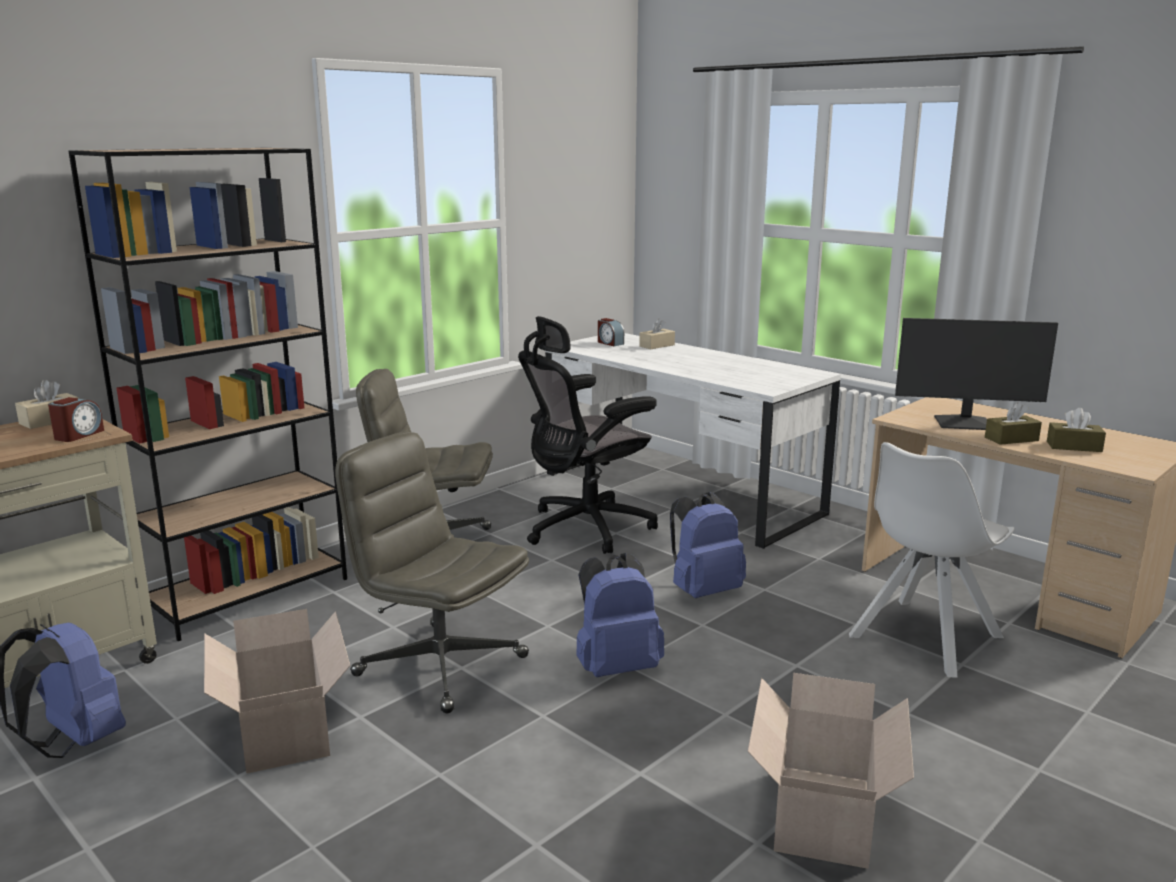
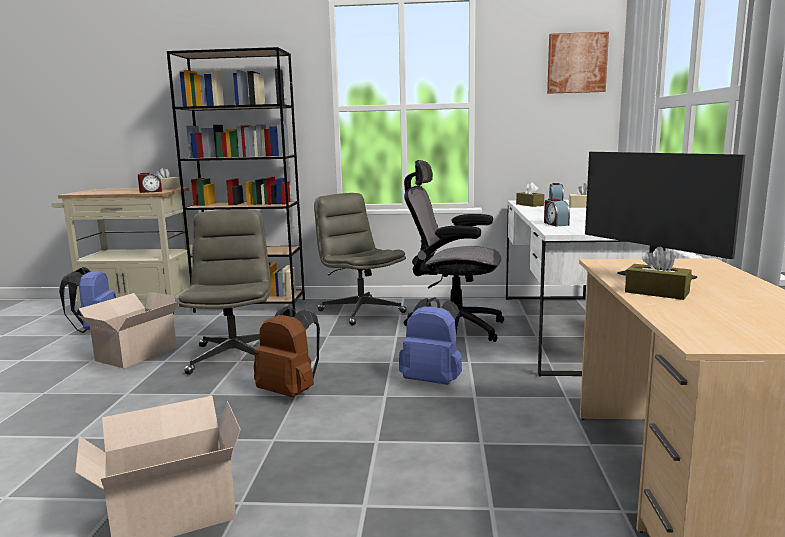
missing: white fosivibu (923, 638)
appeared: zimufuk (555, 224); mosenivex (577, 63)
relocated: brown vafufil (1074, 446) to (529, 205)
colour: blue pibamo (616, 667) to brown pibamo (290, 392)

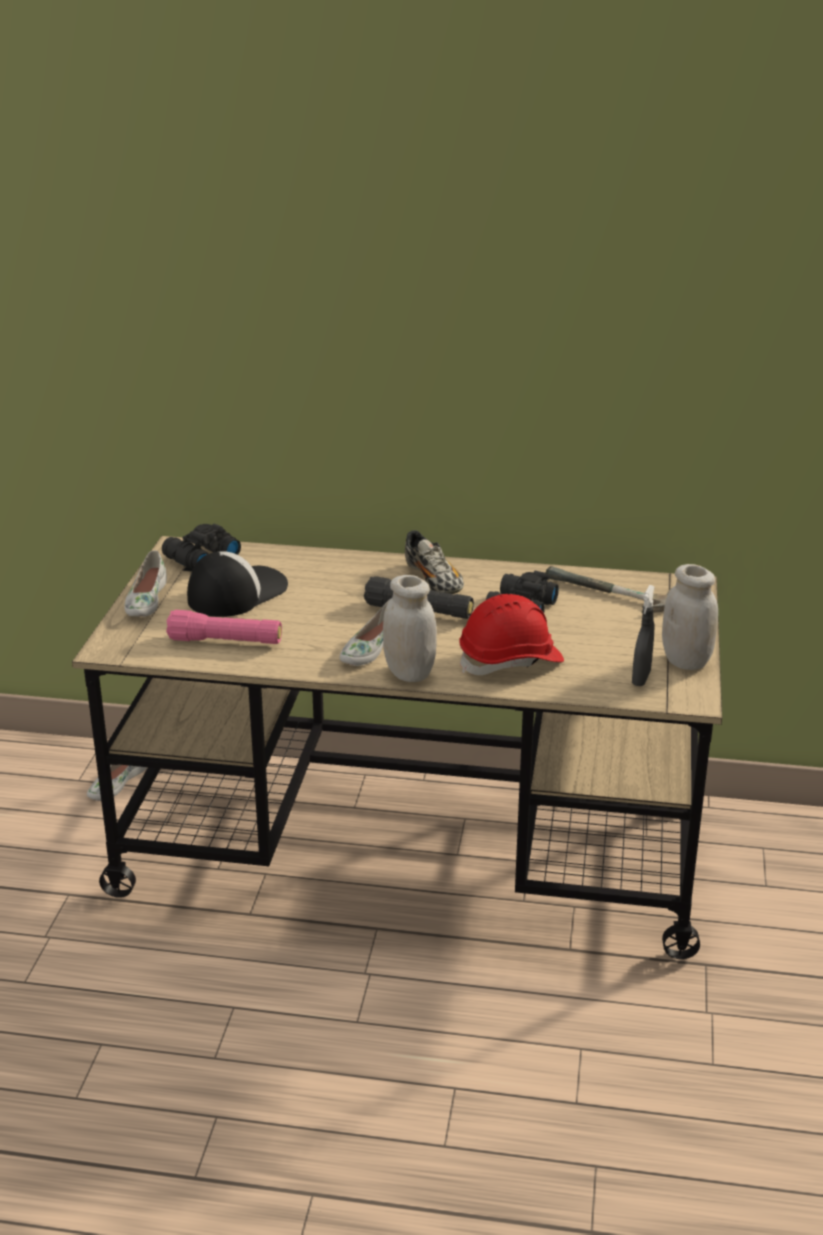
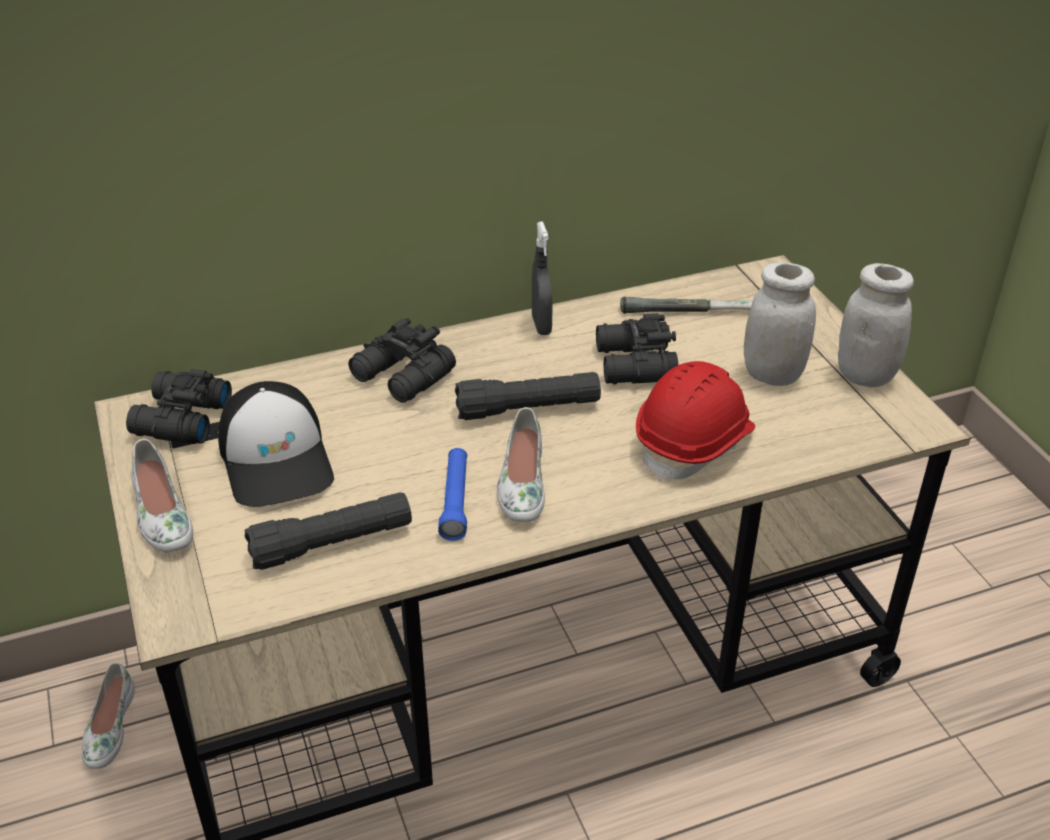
missing: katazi (434, 582)
appeared: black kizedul (403, 377); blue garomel (455, 501)
relocated: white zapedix (409, 673) to (772, 375); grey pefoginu (641, 678) to (541, 325)
colour: pink garomel (225, 641) to black garomel (332, 544)
spun: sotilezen (236, 592) = (277, 459) 150 degrees clockwise

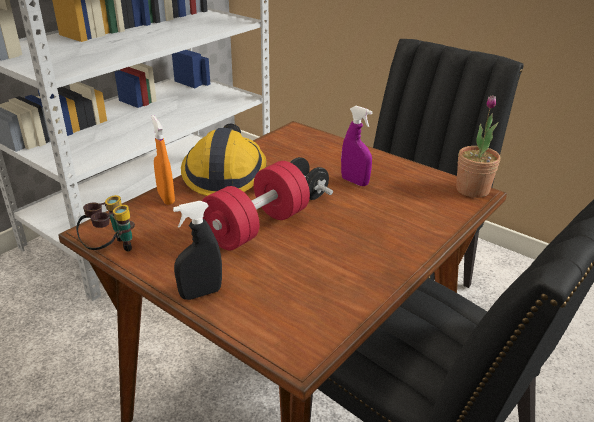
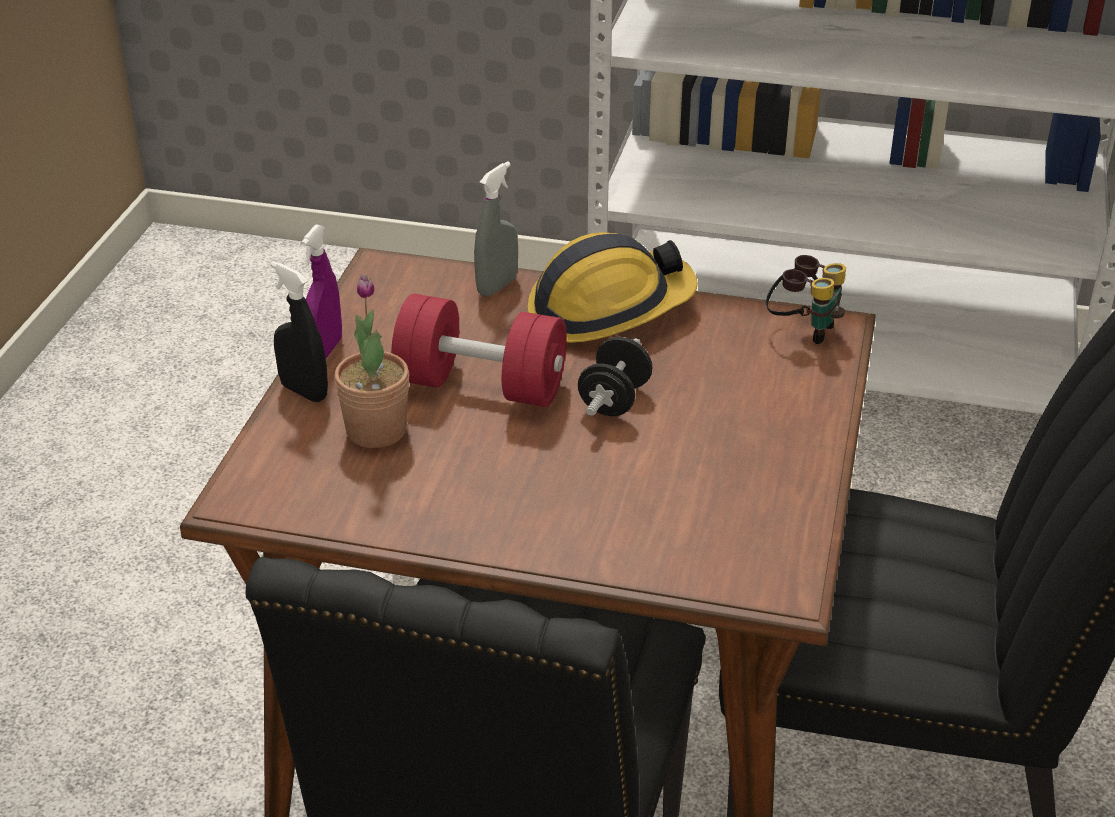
relocated: kizedul (110, 249) to (803, 329); purple pefoginu (354, 182) to (325, 350); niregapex (472, 190) to (376, 430)
colour: orange pefoginu (166, 198) to grey pefoginu (497, 286)

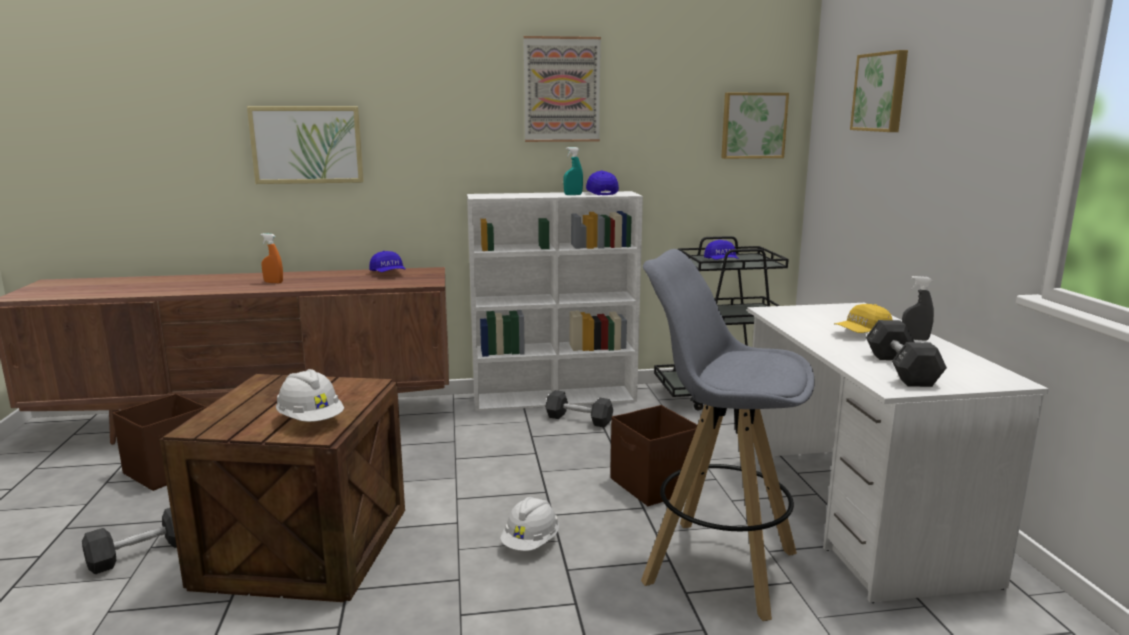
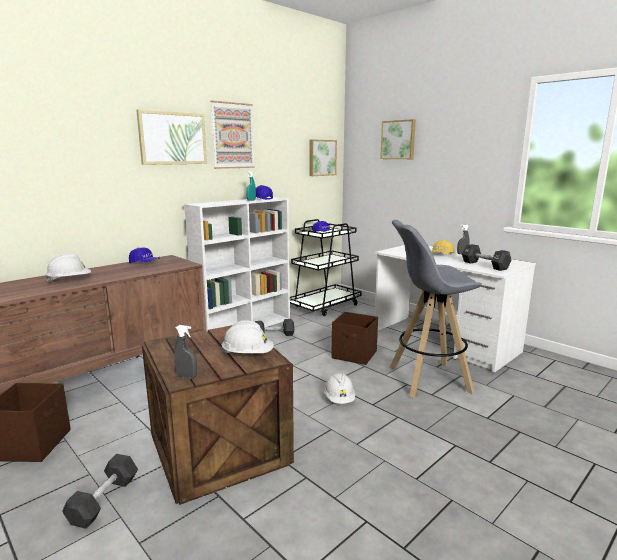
appeared: grey pefoginu (186, 376)
relocated: mosenivex (307, 145) to (172, 138)
exchanged: orange pefoginu (273, 282) to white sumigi (70, 280)

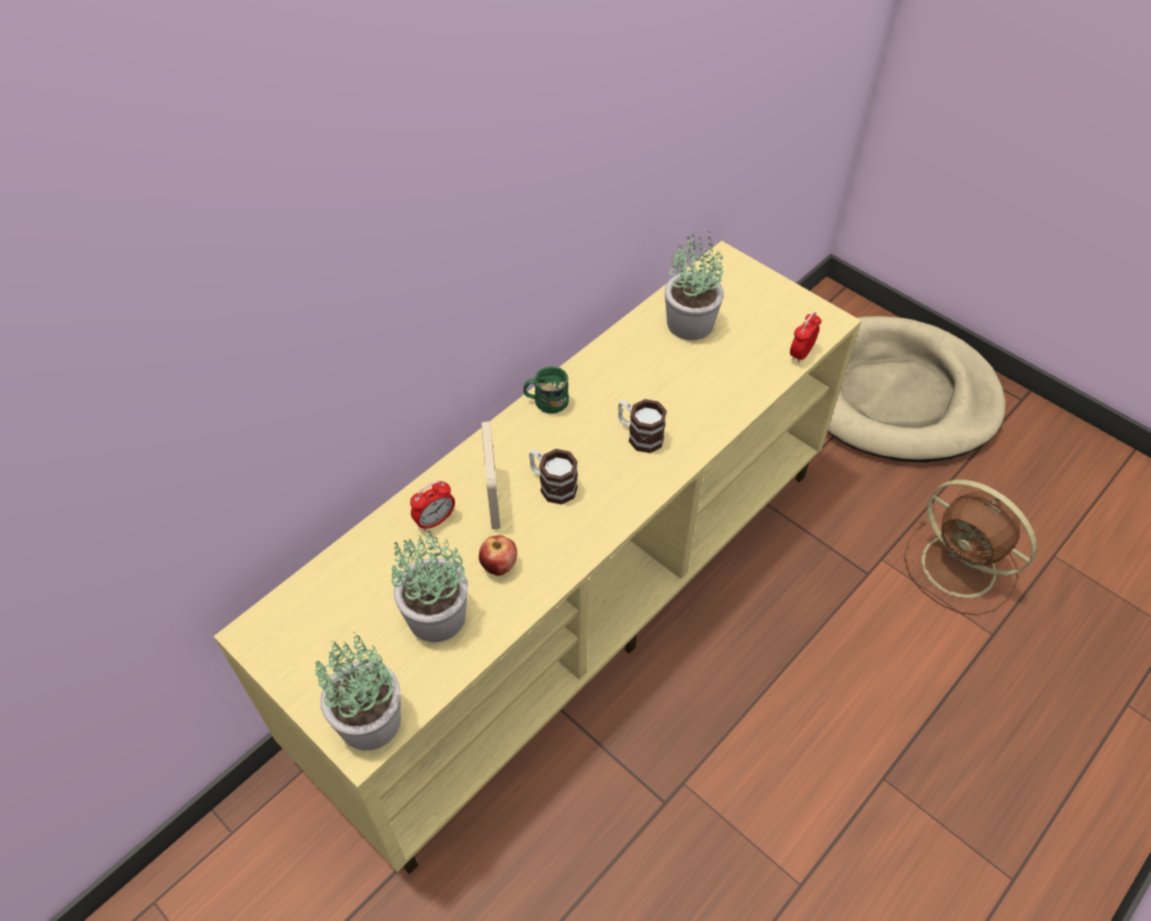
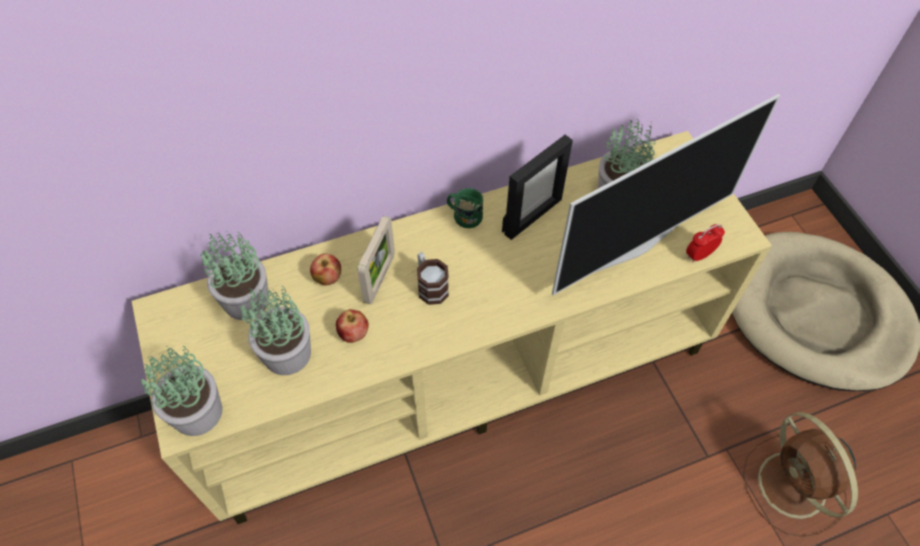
missing: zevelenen (639, 435)
appeared: niregapex (246, 301); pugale (532, 215); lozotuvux (635, 246)
exchanged: zimufuk (435, 520) to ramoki (328, 278)

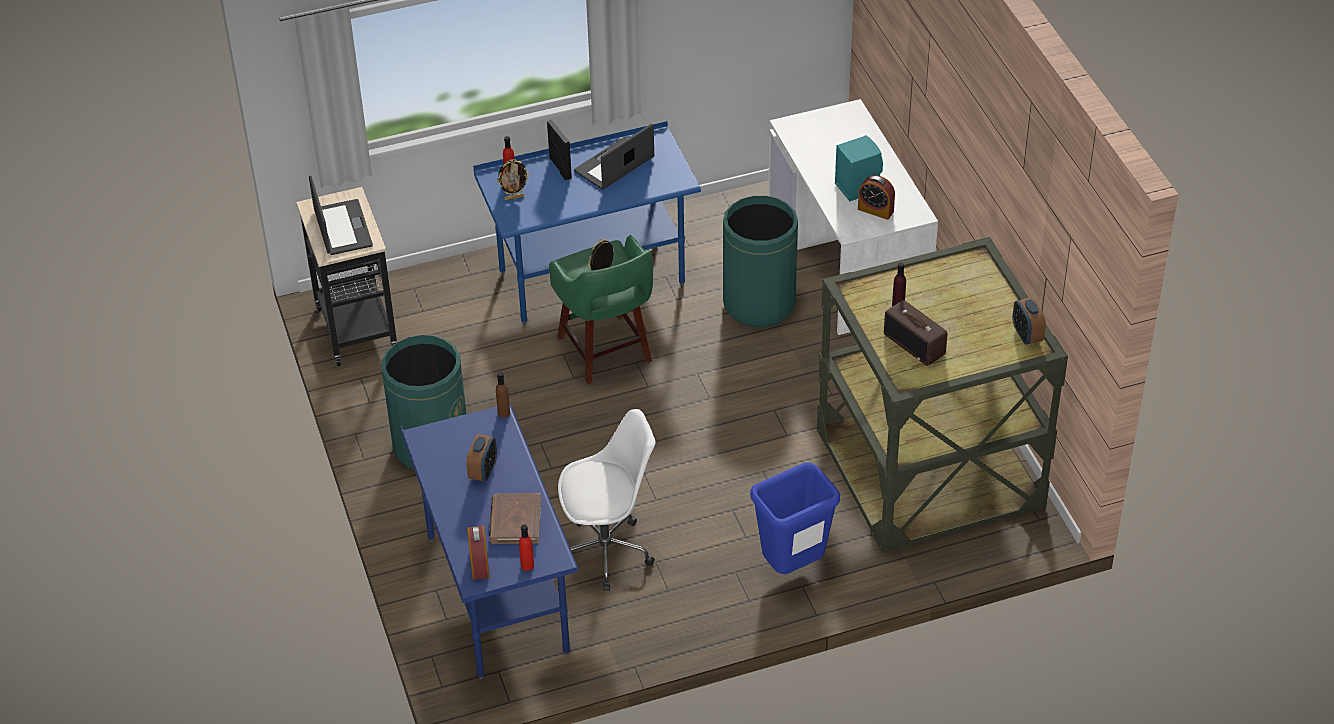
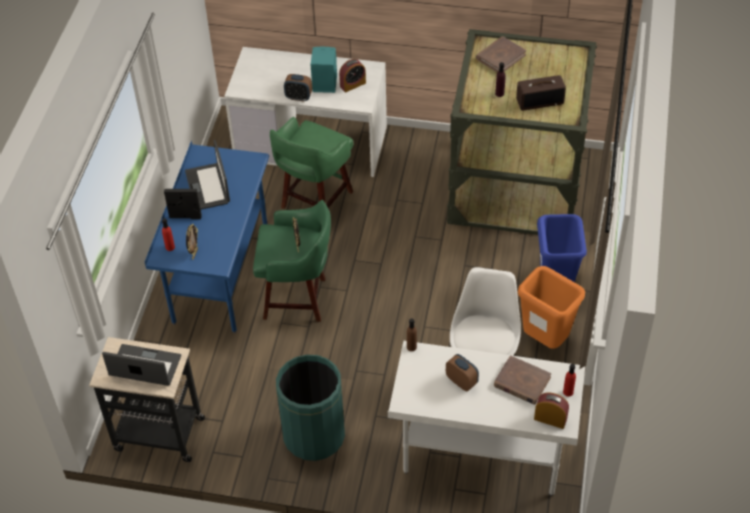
appeared: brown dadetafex (500, 57); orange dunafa (545, 341)
relocated: zimufuk (1026, 335) to (298, 97)
exchanged: green dunafa (759, 303) to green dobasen (315, 202)
colour: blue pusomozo (496, 596) to white pusomozo (482, 455)

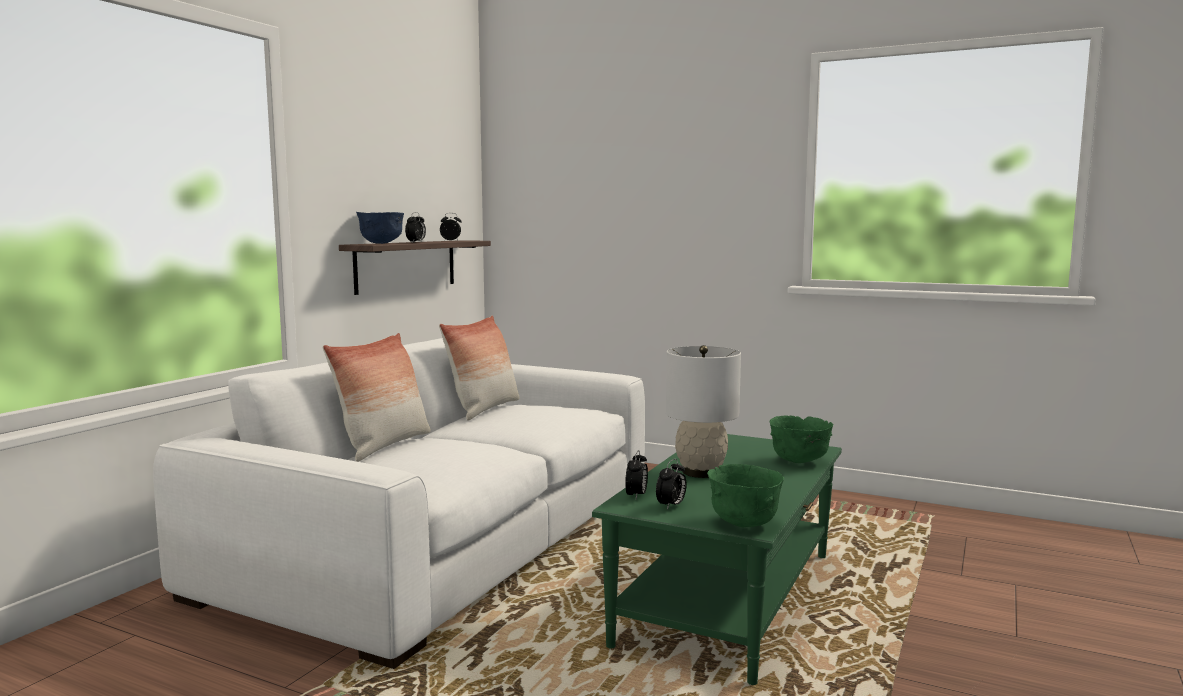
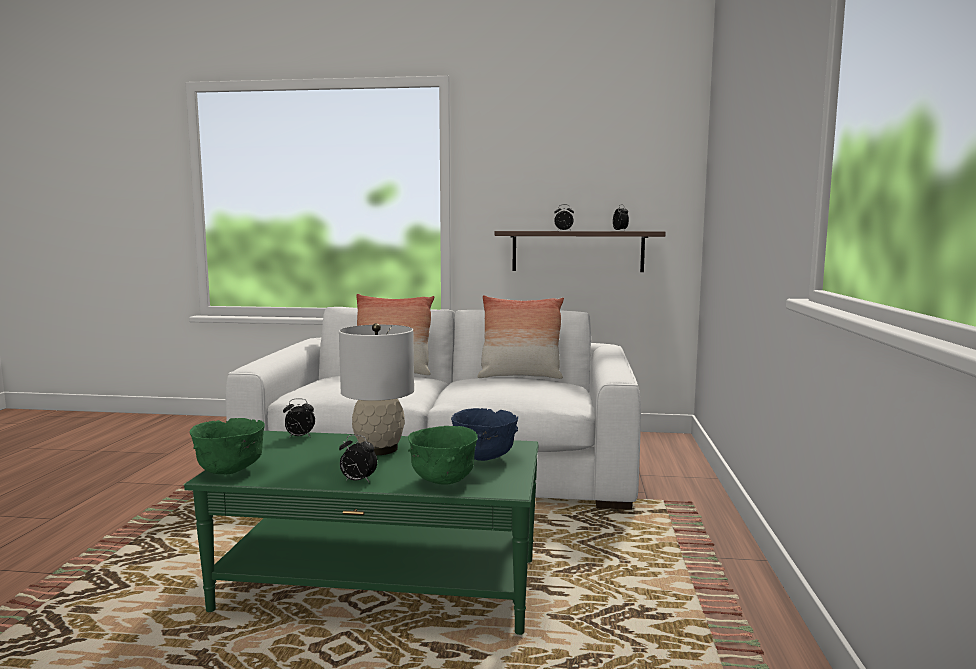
relocated: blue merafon (381, 243) to (484, 458); zimufuk (671, 506) to (357, 481)

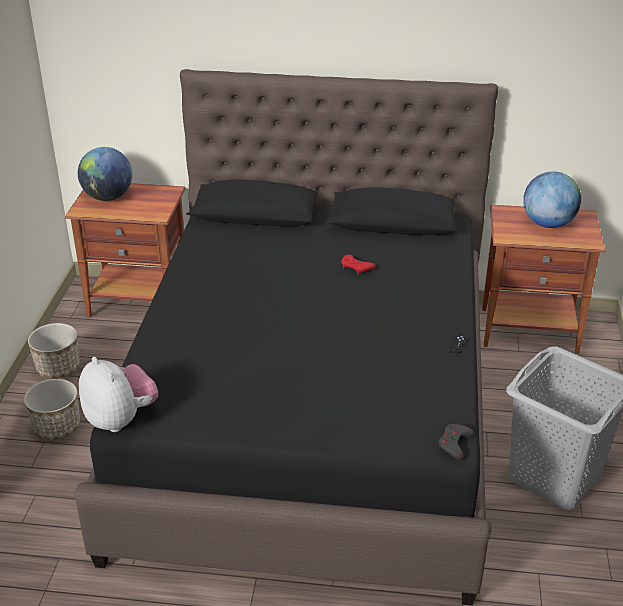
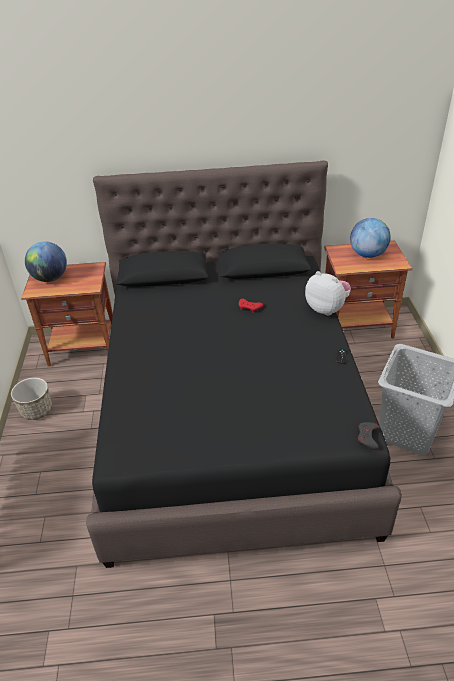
missing: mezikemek (57, 427)
relocated: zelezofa (121, 419) to (326, 308)

